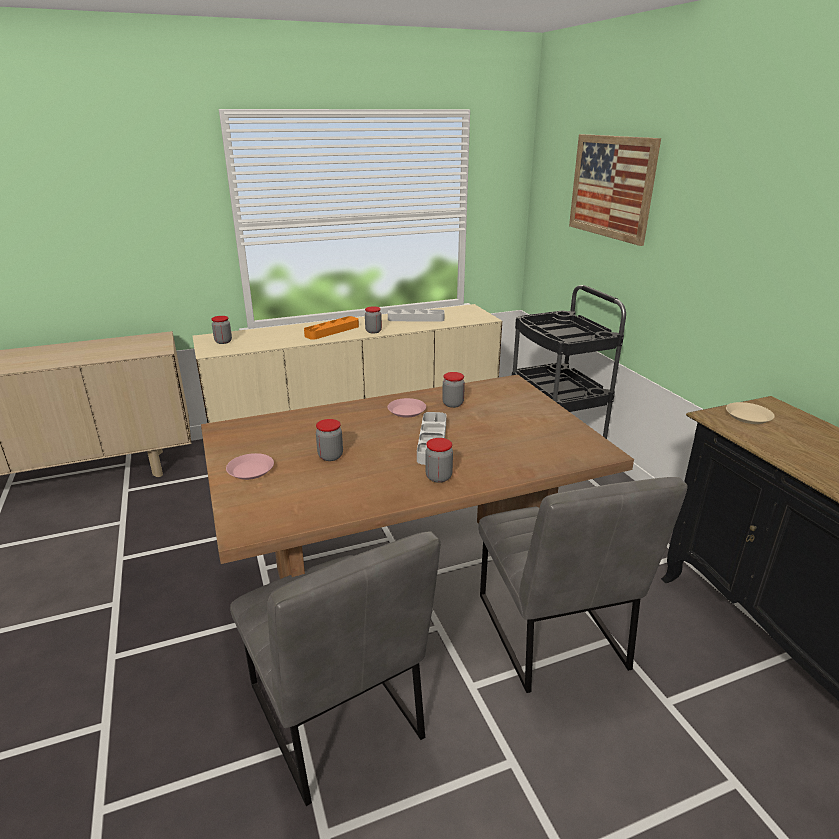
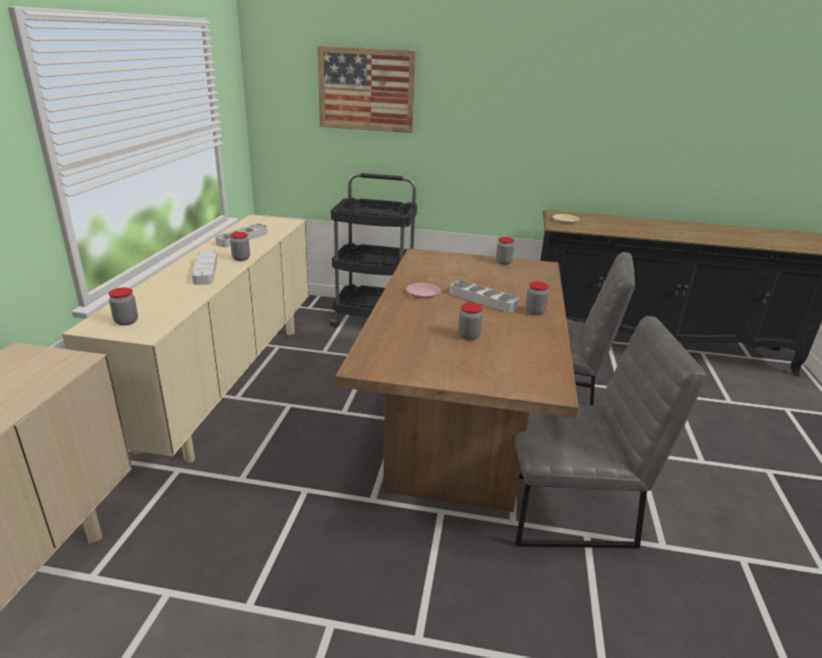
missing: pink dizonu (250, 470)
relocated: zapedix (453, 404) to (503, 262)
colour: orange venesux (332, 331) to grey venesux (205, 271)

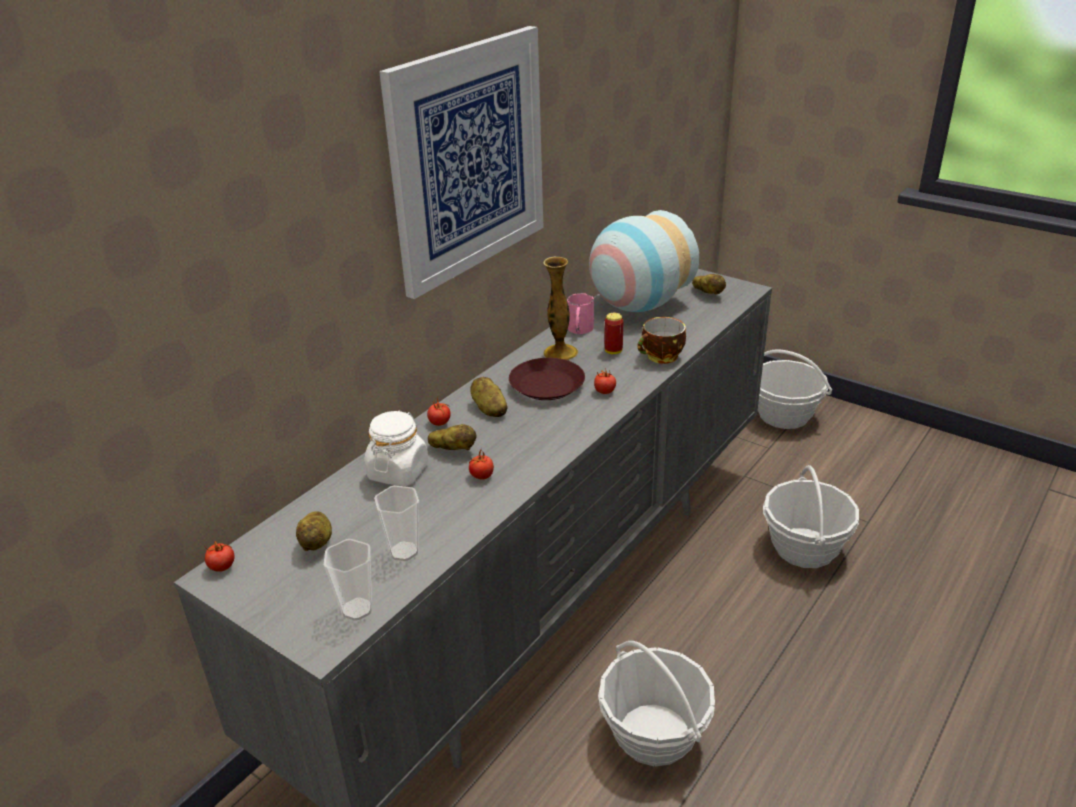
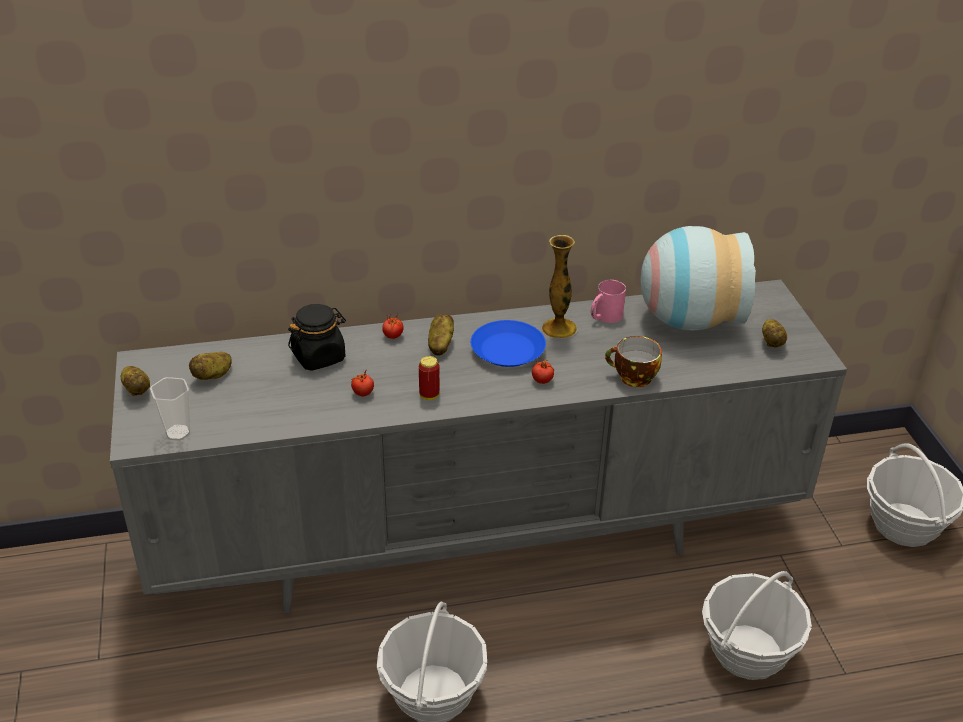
missing: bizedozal (222, 567); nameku (404, 551); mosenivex (468, 159)
relocated: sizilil (453, 449) to (137, 389); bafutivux (613, 351) to (429, 395)
colour: white zapedix (398, 471) to black zapedix (319, 356); brown dizonu (547, 385) to blue dizonu (508, 350)

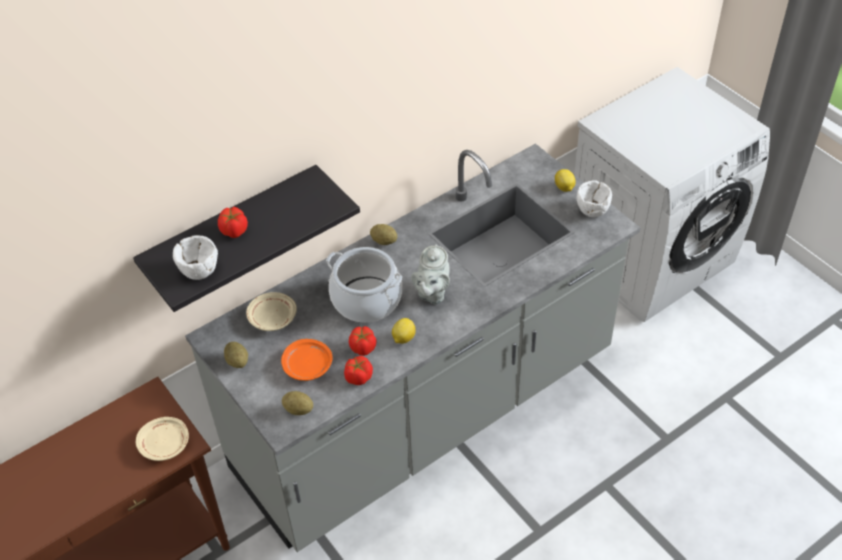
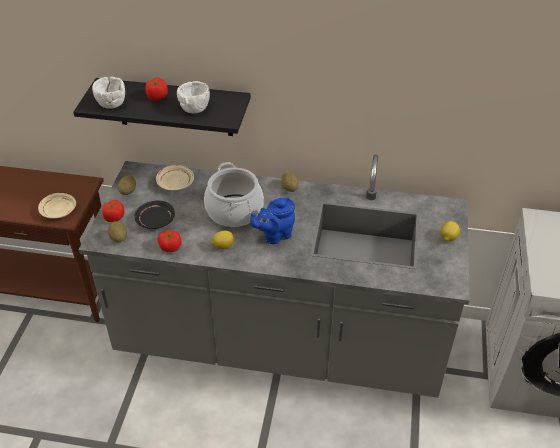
relocated: bizedozal (363, 348) to (114, 217); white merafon (592, 209) to (194, 108)
colour: orange dizonu (308, 366) to black dizonu (155, 220); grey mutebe (432, 293) to blue mutebe (274, 235)

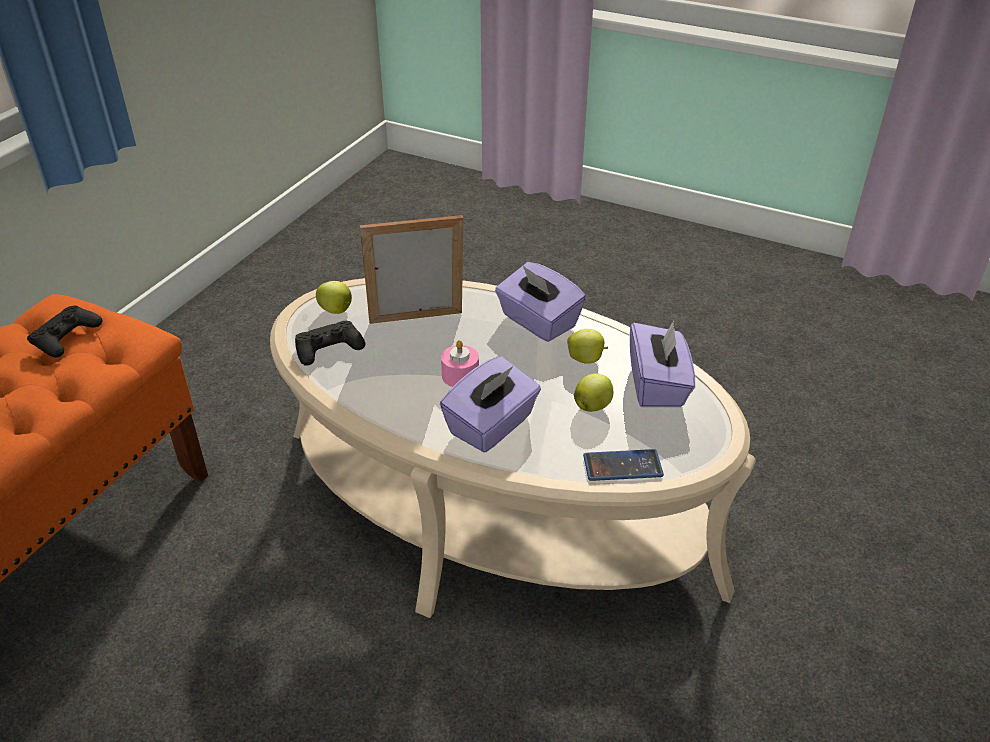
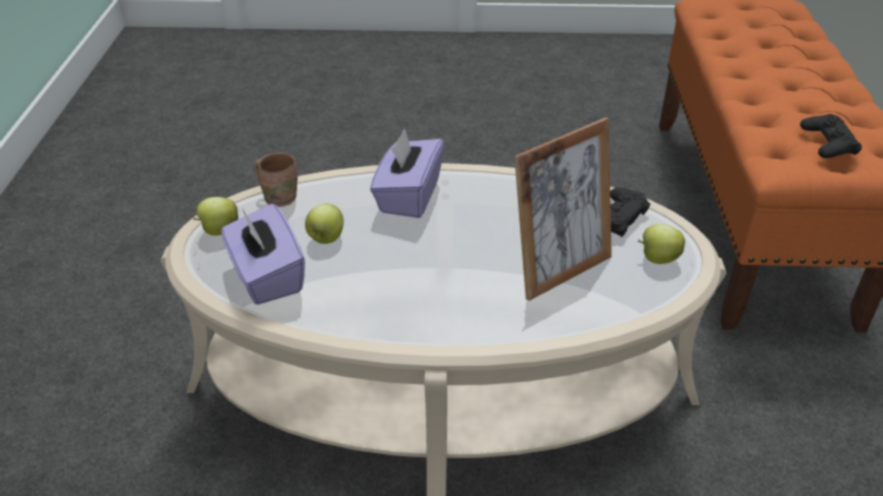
missing: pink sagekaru (460, 375); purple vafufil (538, 322)
relocated: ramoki (586, 360) to (219, 231)
exchanged: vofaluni (622, 466) to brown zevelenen (280, 197)

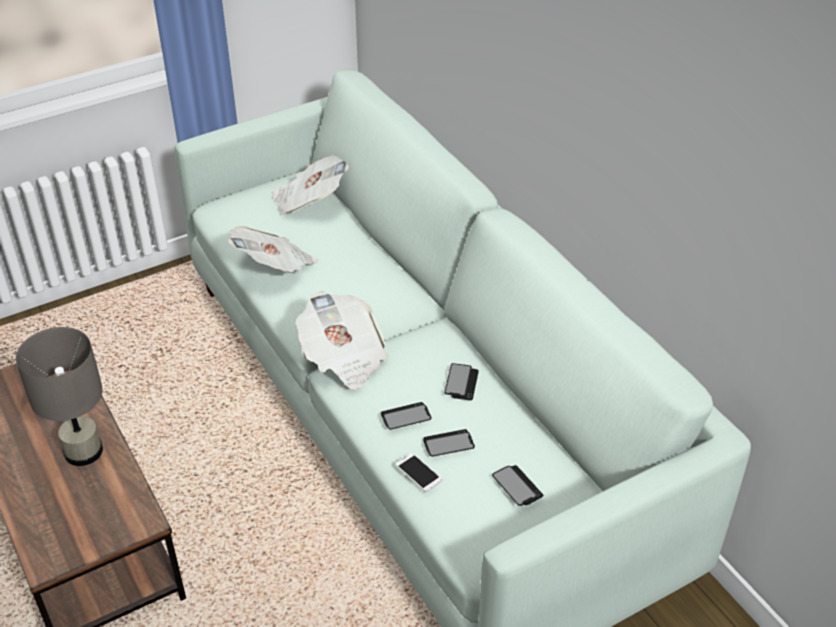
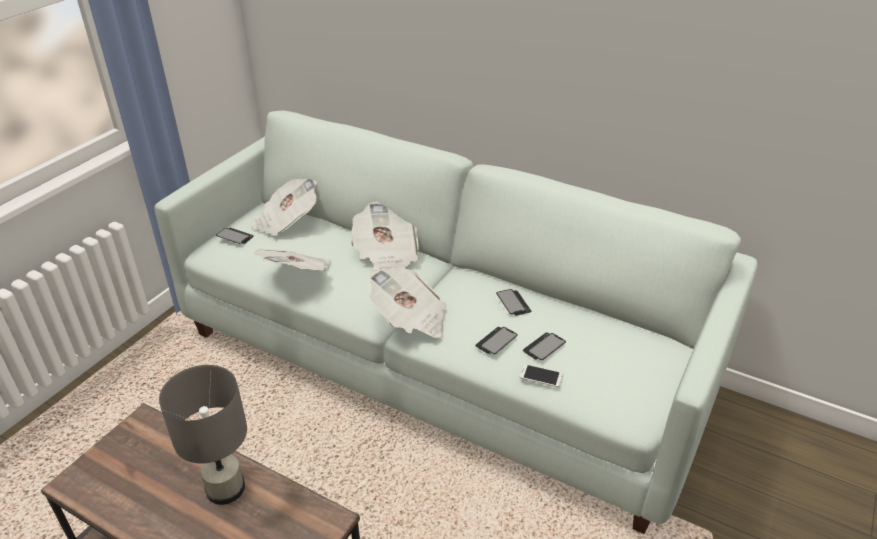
appeared: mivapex (386, 255)
relocated: vofaluni (517, 486) to (235, 237)

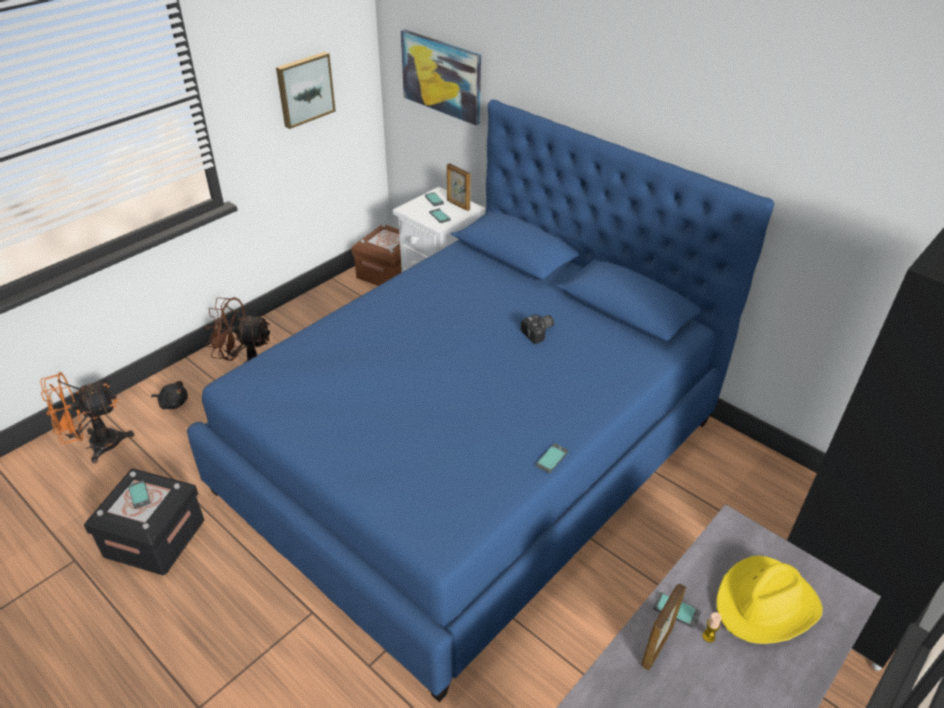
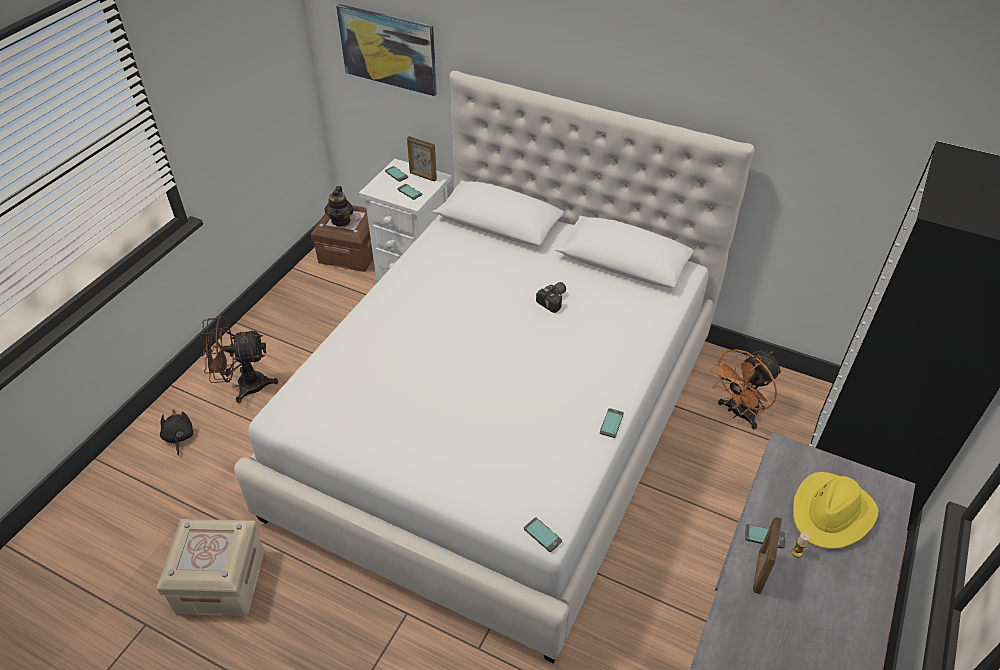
missing: mosenivex (304, 89)
appeared: mutebe (341, 221)
relocated: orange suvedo (96, 446) to (738, 413); vofaluni (139, 495) to (542, 535)
colour: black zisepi (155, 538) to beige zisepi (220, 581); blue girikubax (472, 455) to white girikubax (501, 425)
spun: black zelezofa (173, 403) = (179, 437) 105 degrees counterclockwise

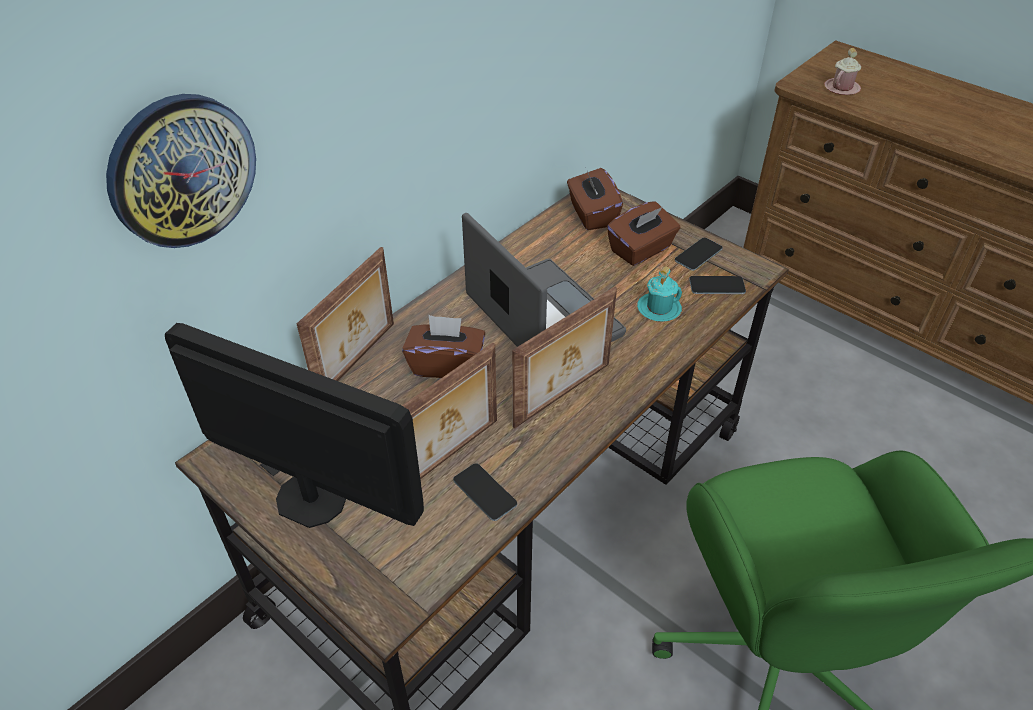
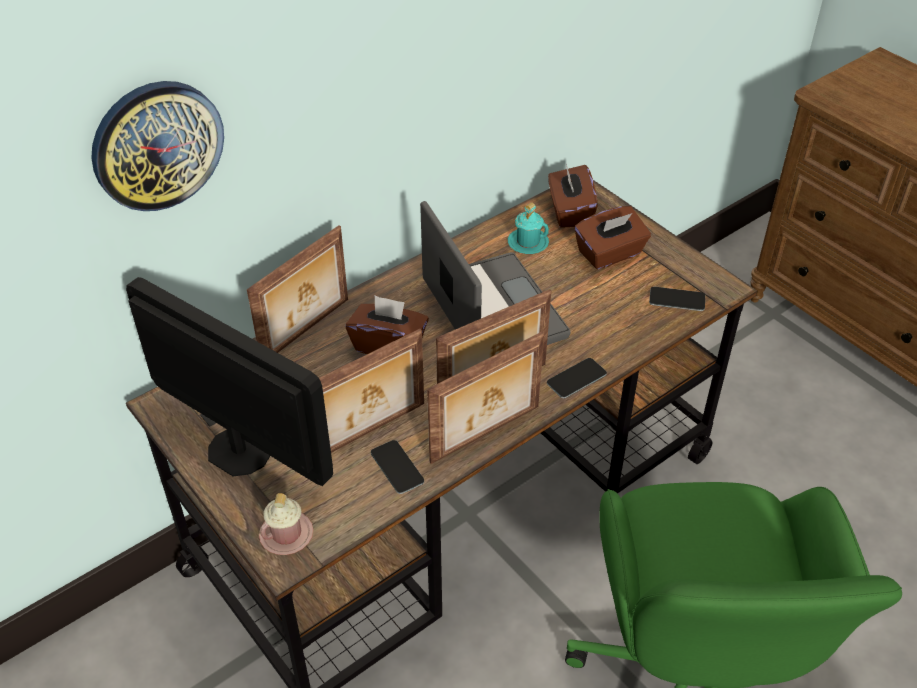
appeared: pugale (486, 435)
relocated: turquoise zevelenen (659, 308) to (528, 243); vofaluni (698, 254) to (576, 378); pink zevelenen (841, 88) to (286, 534)

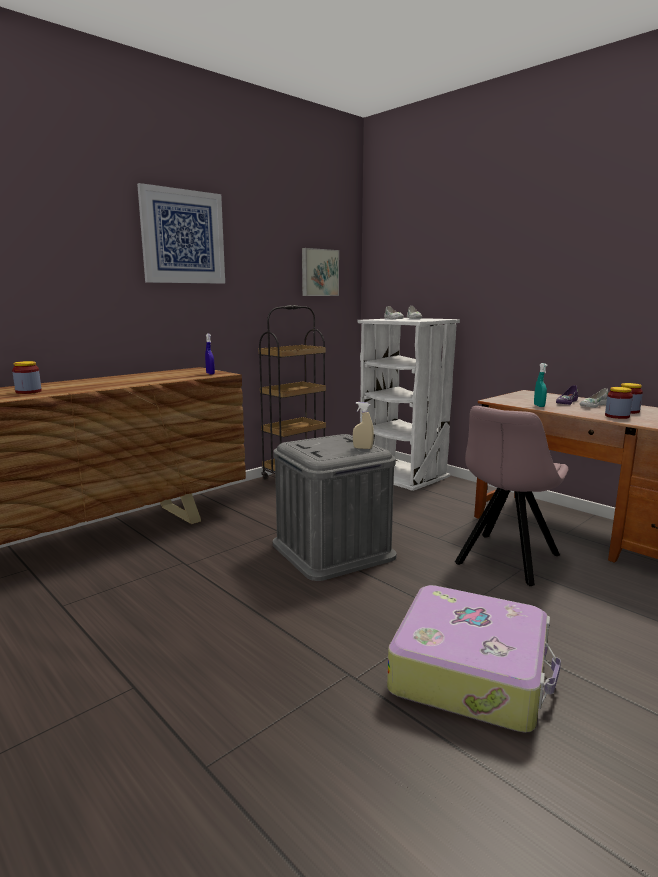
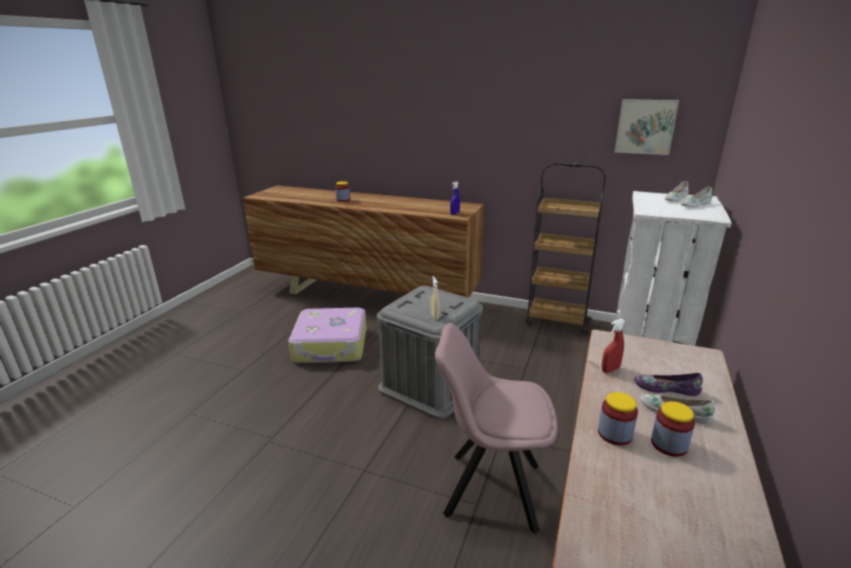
missing: mosenivex (183, 237)
relocated: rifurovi (471, 672) to (331, 346)
colour: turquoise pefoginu (539, 406) to red pefoginu (610, 369)

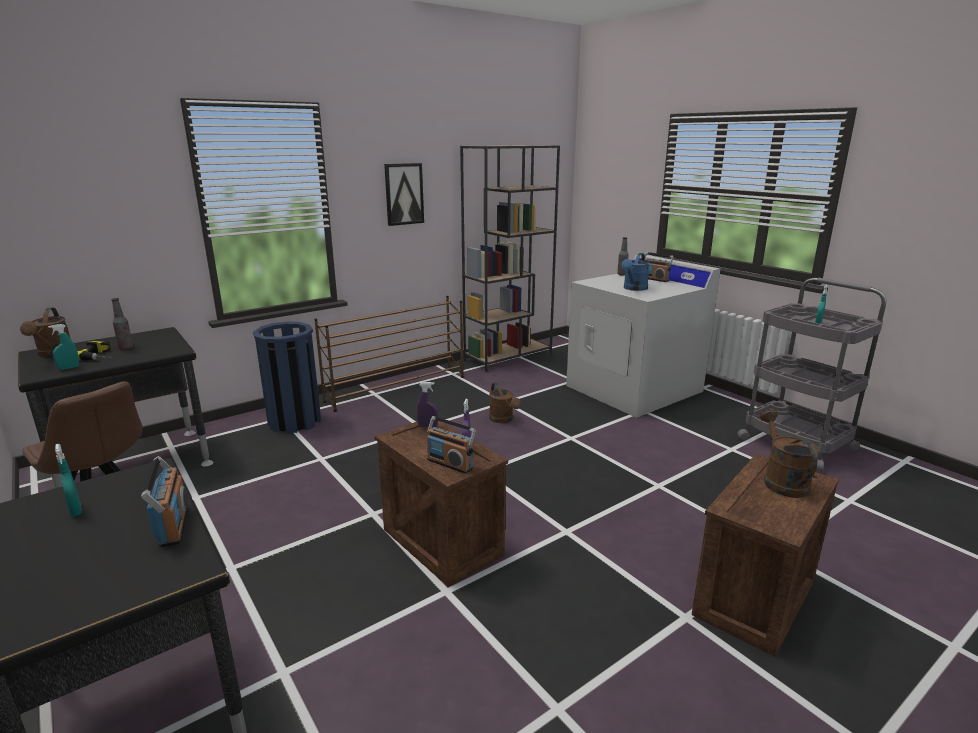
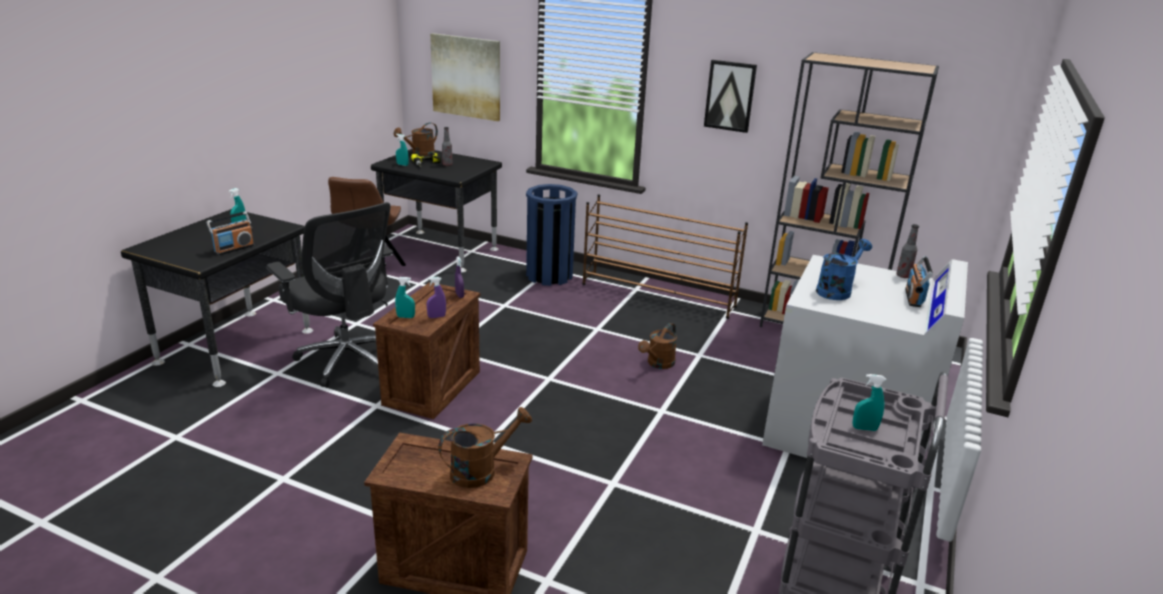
appeared: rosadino (346, 360); mosenivex (466, 77)
exchanged: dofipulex (450, 463) to turquoise pefoginu (405, 317)
spun: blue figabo (634, 289) = (837, 290) 135 degrees clockwise

